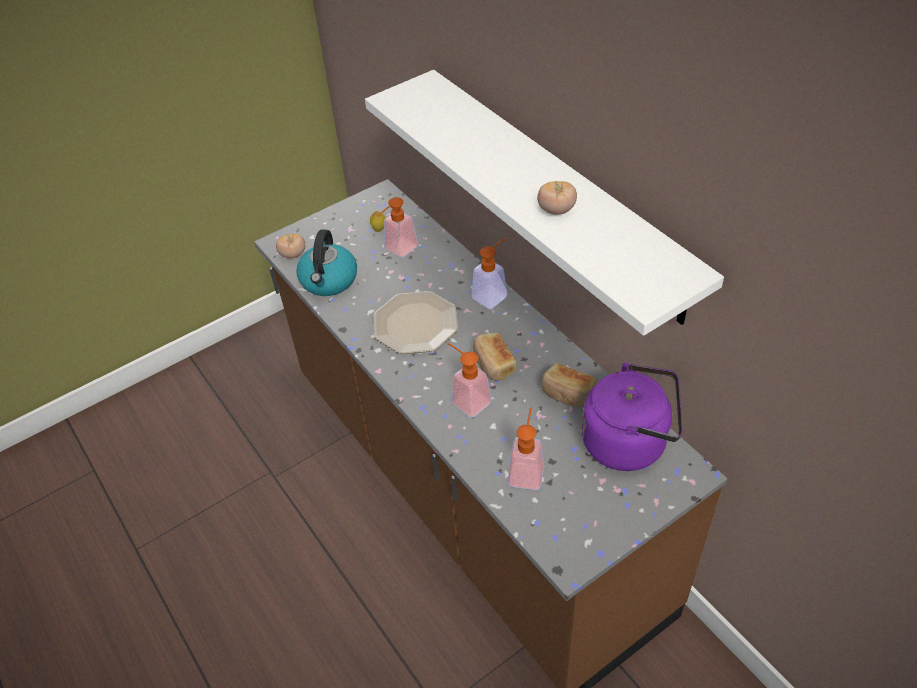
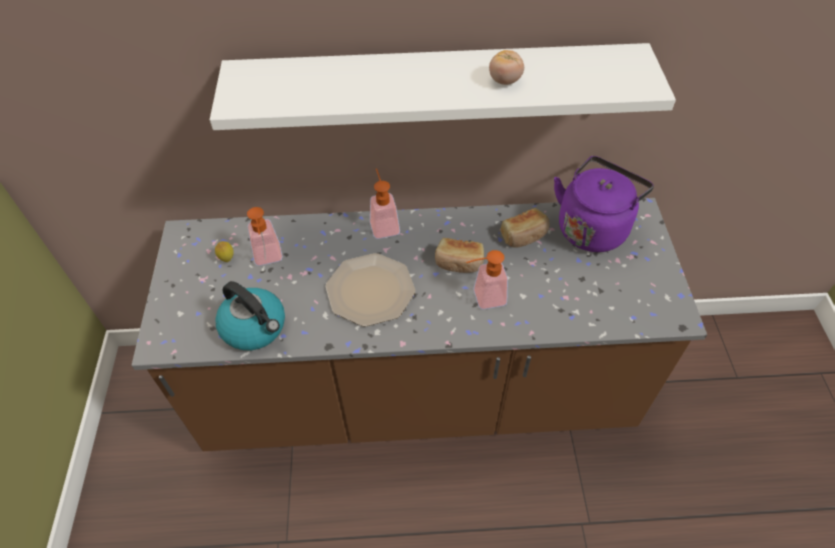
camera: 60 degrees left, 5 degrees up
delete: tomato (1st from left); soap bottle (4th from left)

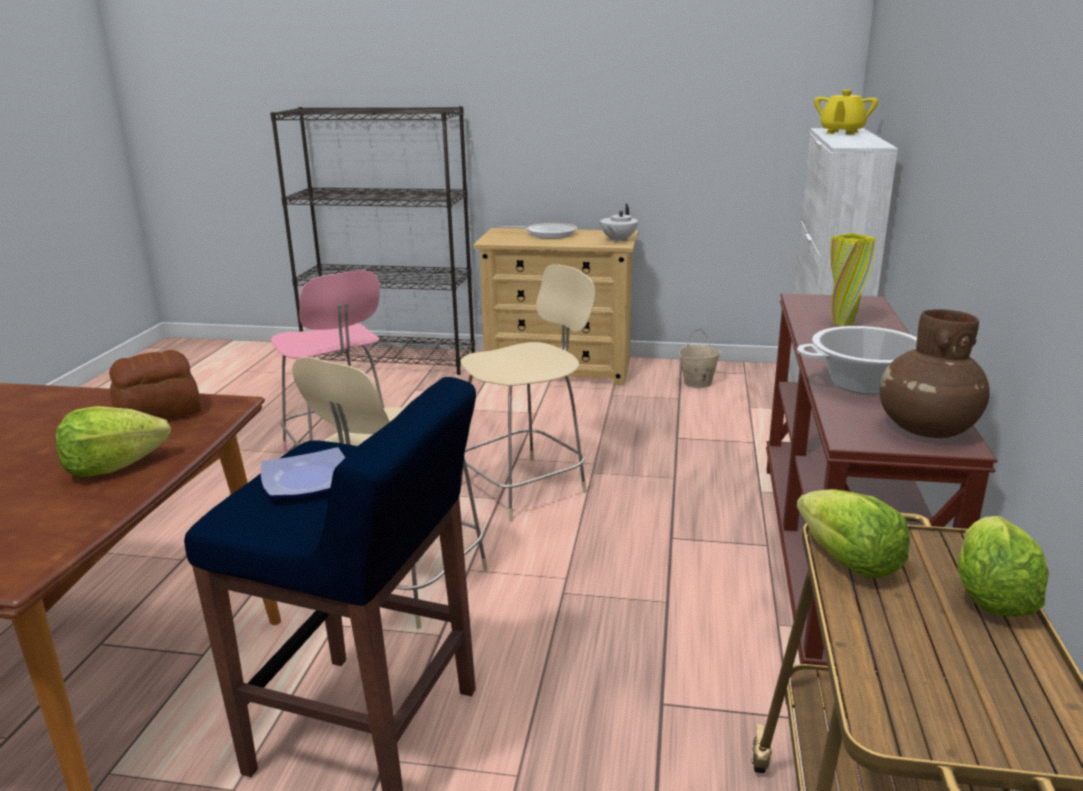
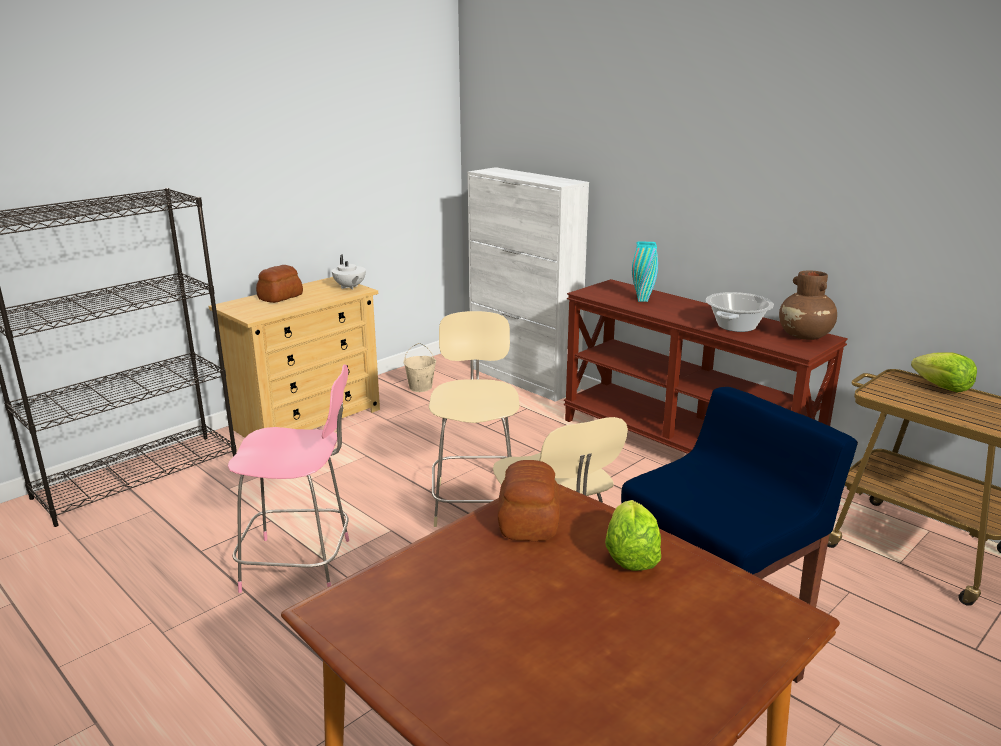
camera: 55 degrees left, 0 degrees up
delete: dinner plate; lettuce (2nd from left); yellow-coloured tea pot
replace: frying pan to baked bread (1st from left)
recolor: yellow-coloured flower vase to turquoise-coloured flower vase

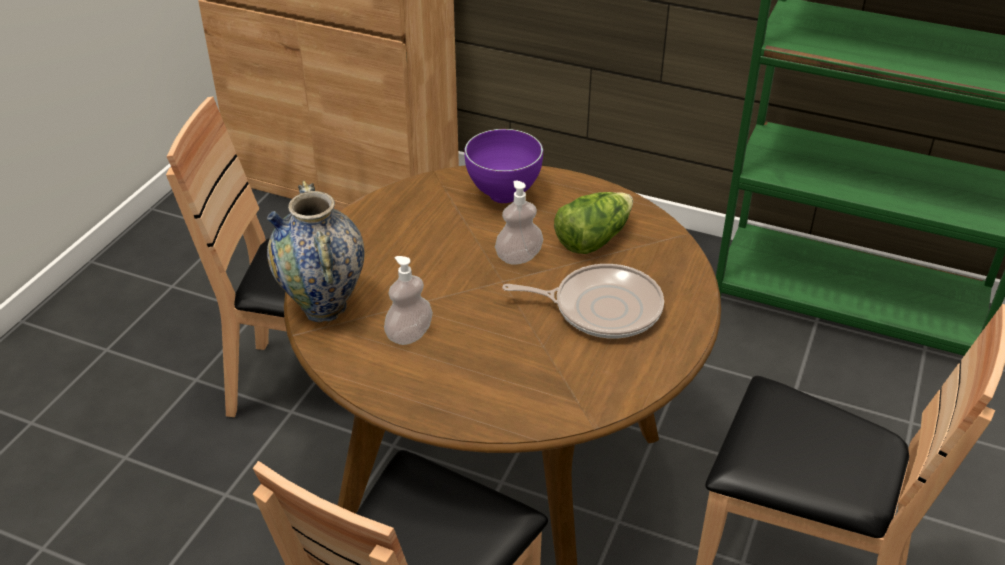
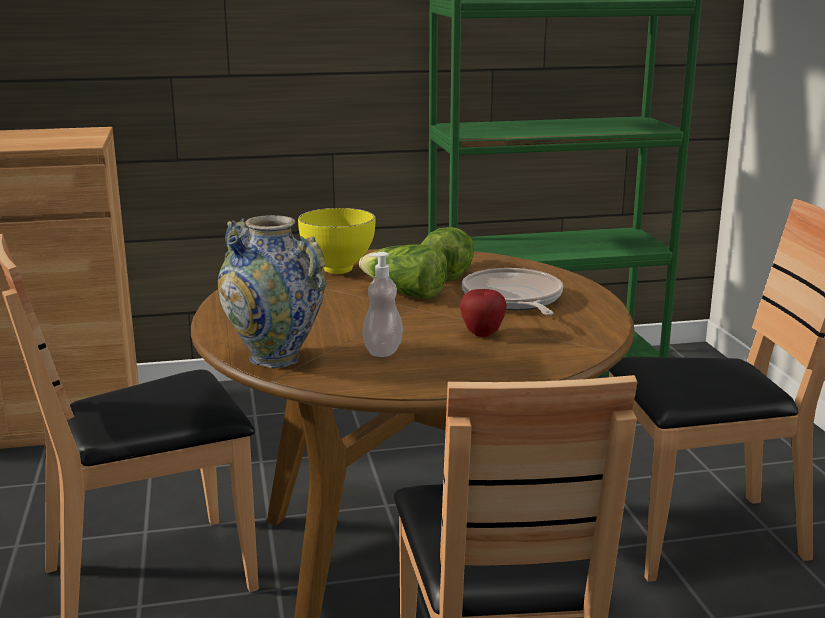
camera: 35 degrees left, 20 degrees down
insert: apple fruit
replace: soap bottle (2nd from left) to lettuce (1st from left)
recolor: purple serving bowl to yellow-coloured serving bowl
rotate: frying pan 75 degrees counterclockwise

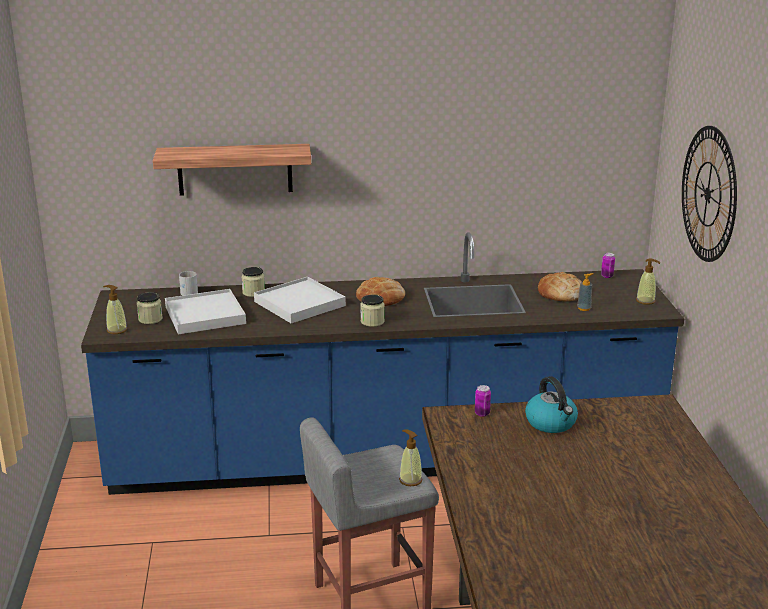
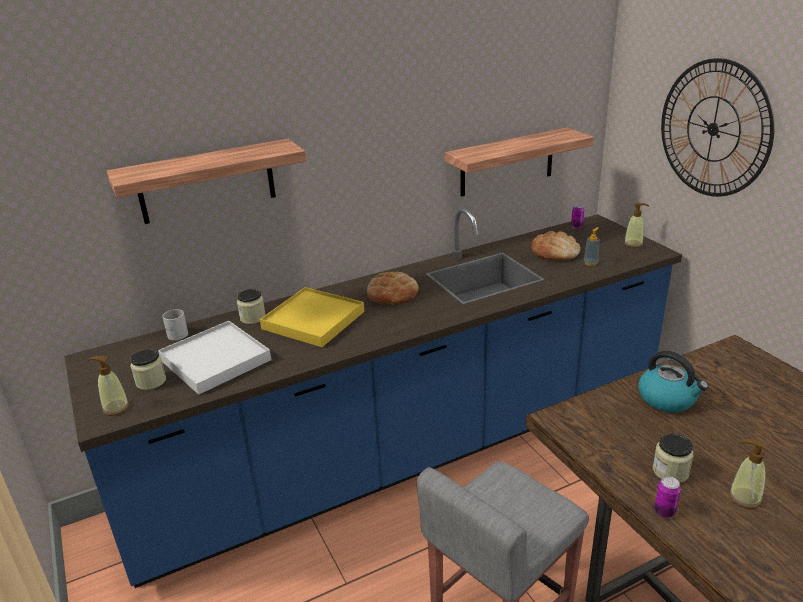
camera: 20 degrees left, 5 degrees up
insert: wall shelf (2nd from left)
move: storage jar (3rd from left); metal can (1st from left in the first image) to metal can (2nd from left); soap bottle (2nd from left in the first image) to soap bottle (4th from left)
recolor: white-coloured serving tray (2nd from left) to yellow-coloured serving tray

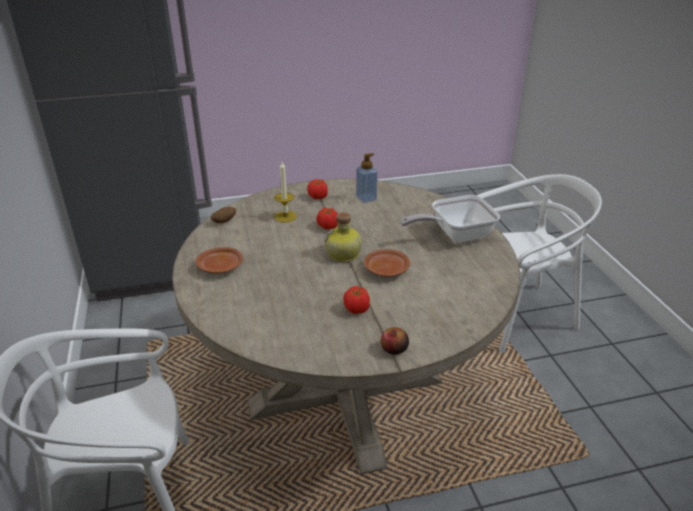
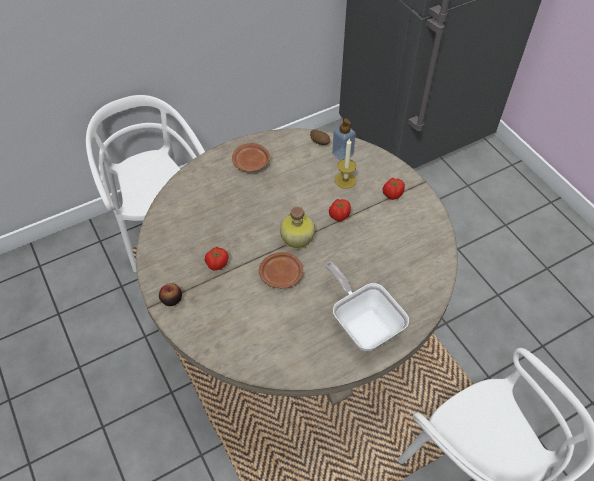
camera: 75 degrees right, 20 degrees up
move: soap bottle

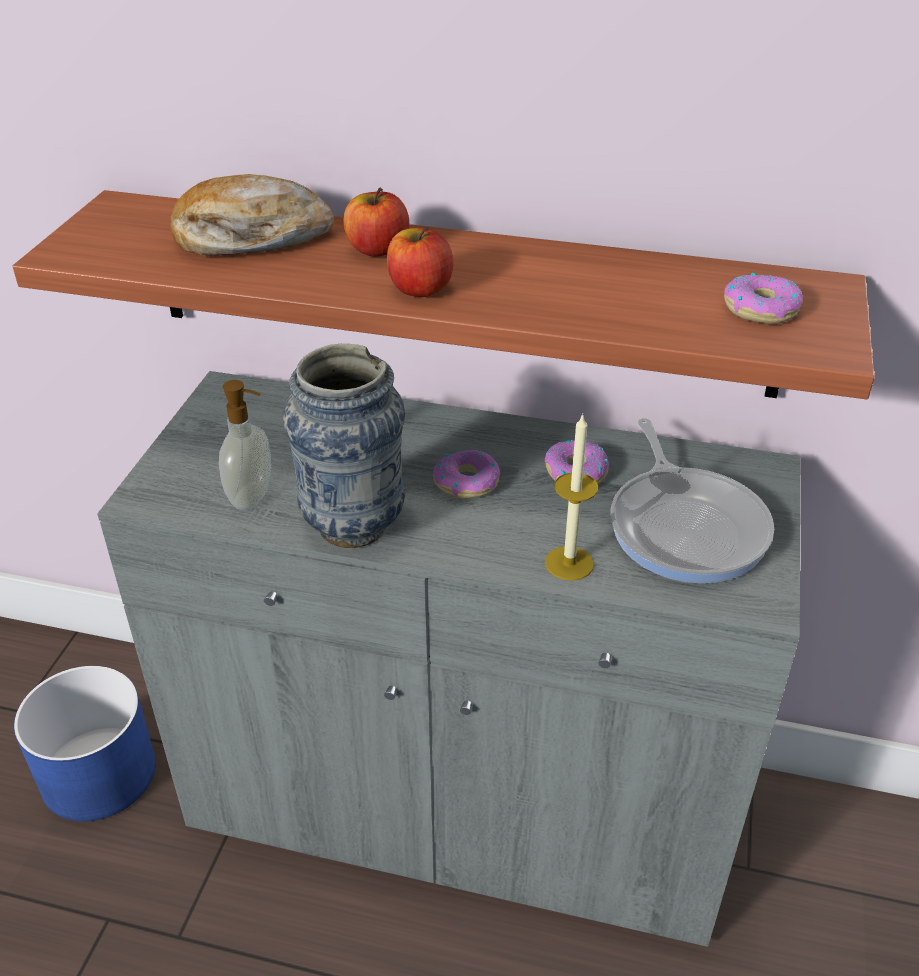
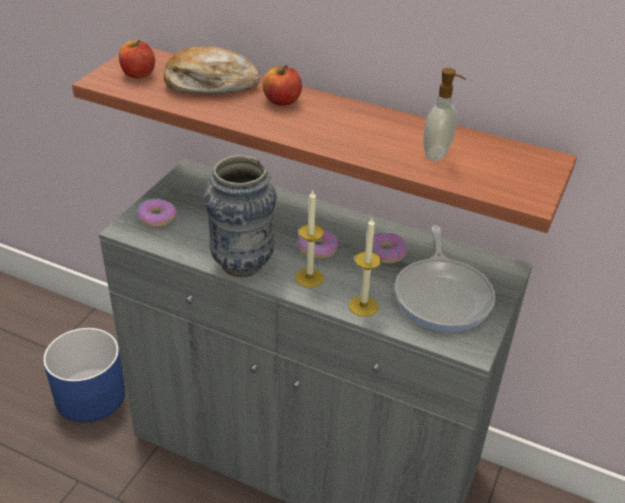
camera: 10 degrees right, 0 degrees up
insert: wax light (1st from left)
move: apple fruit (2nd from left in the first image) to apple fruit (1st from left); donut (3rd from left in the first image) to donut (1st from left); soap bottle

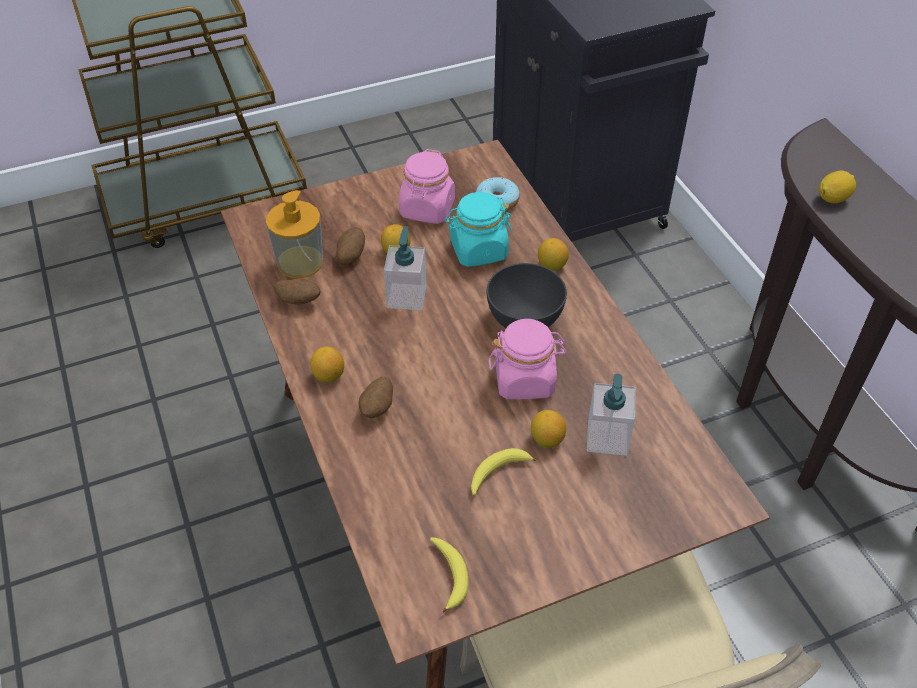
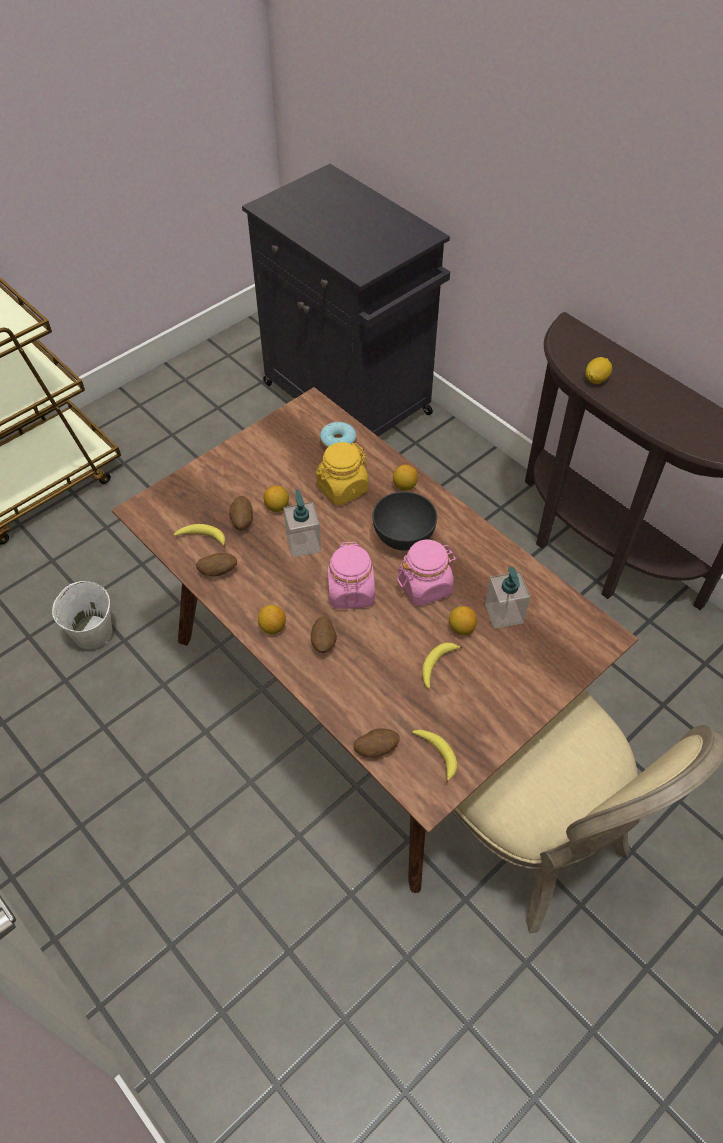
camera: 20 degrees left, 5 degrees up
insert: white-coloured bucket; spud (4th from left)
move: pink storage jar (1st from left)
replace: soap bottle (1st from left) to banana (1st from left)
recolor: turquoise-coloured storage jar to yellow-coloured storage jar

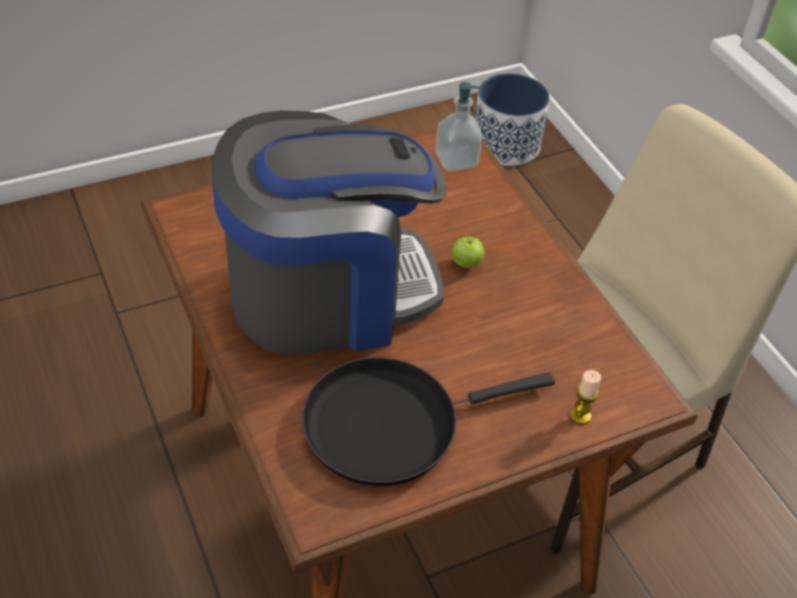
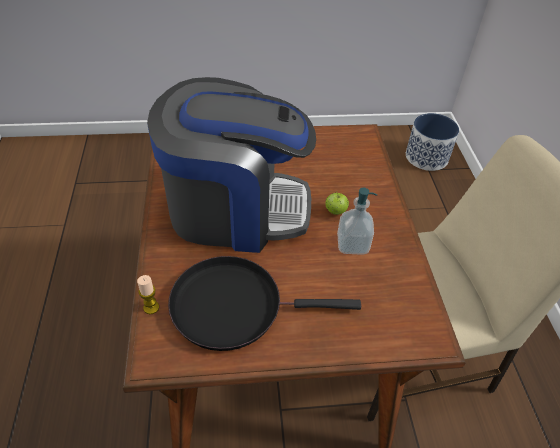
camera: 20 degrees right, 0 degrees up
move: wax light; soap bottle

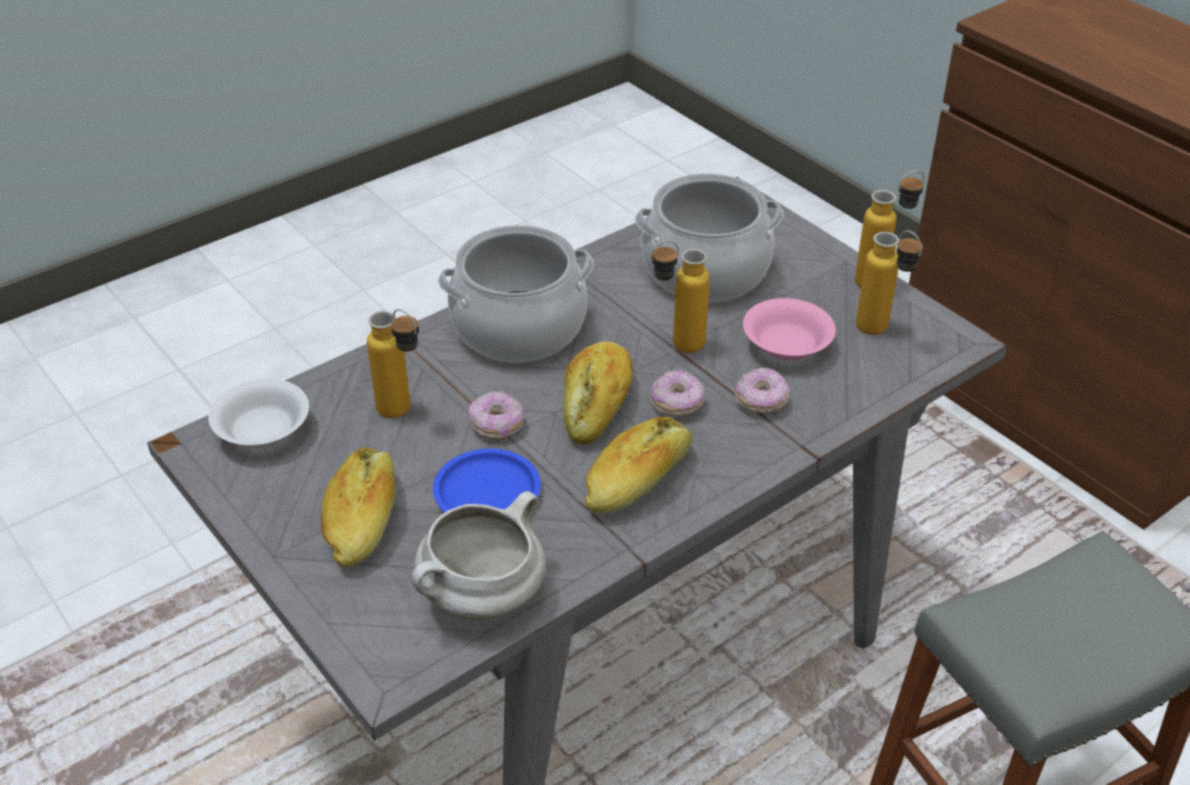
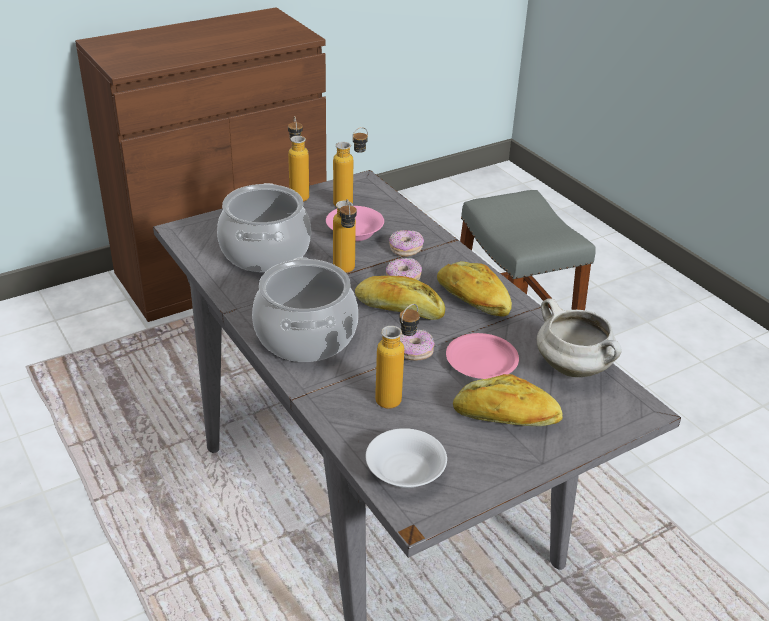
camera: 85 degrees left, 5 degrees down
recolor: blue dinner plate to pink dinner plate

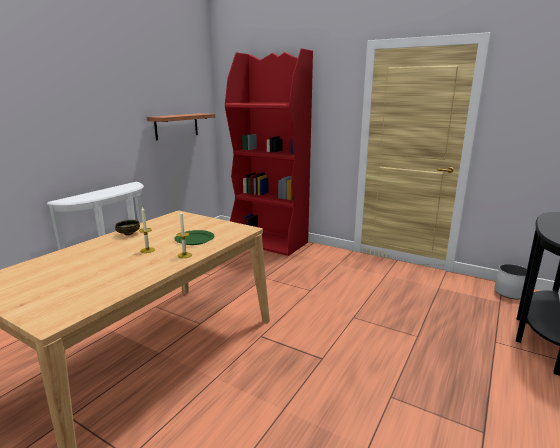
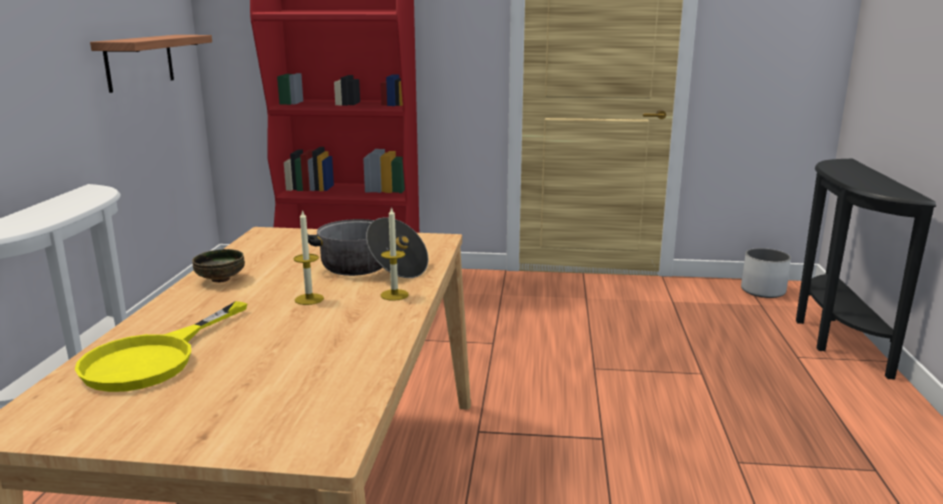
camera: 25 degrees left, 0 degrees up
insert: yellow-coloured frying pan
replace: green-coloured dinner plate to saucepot

